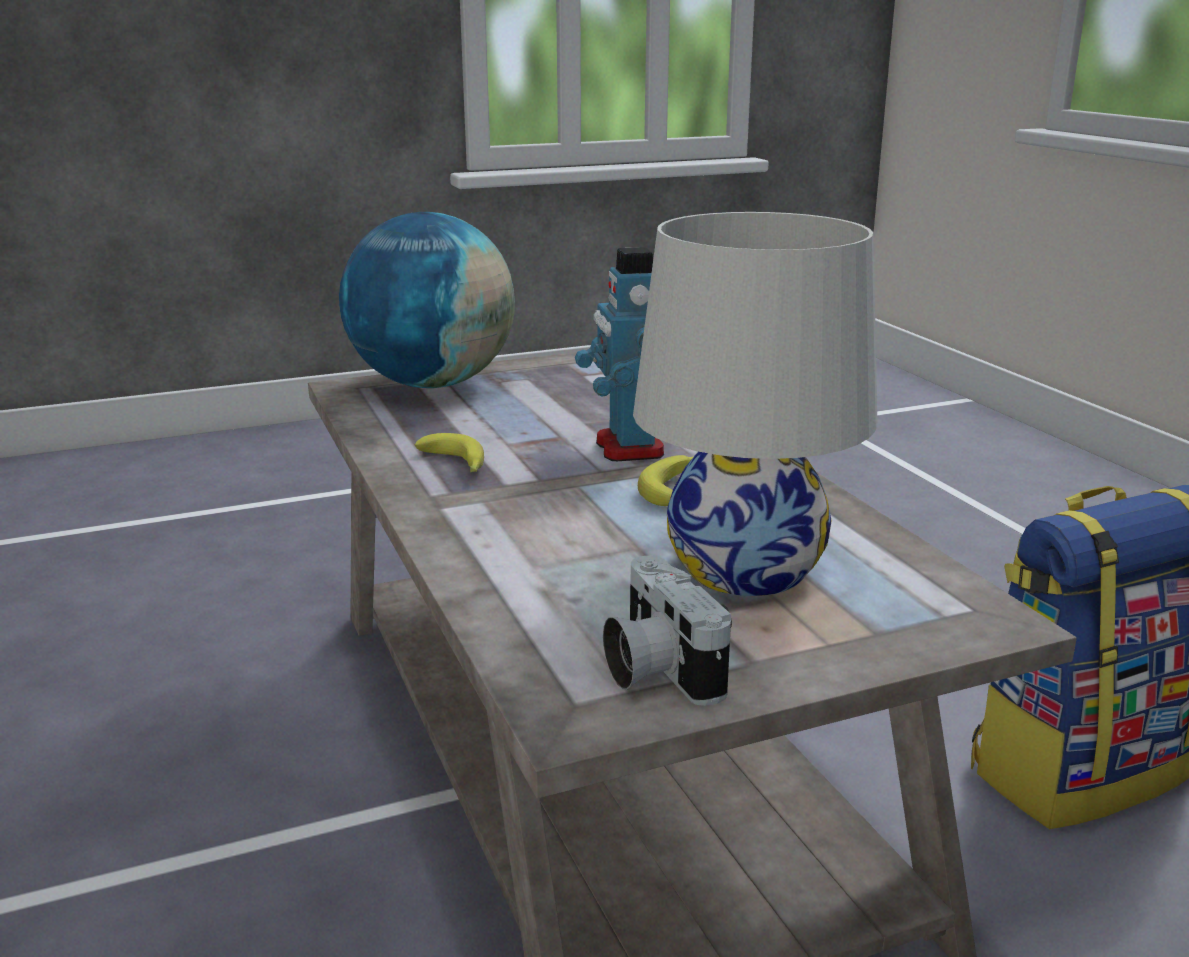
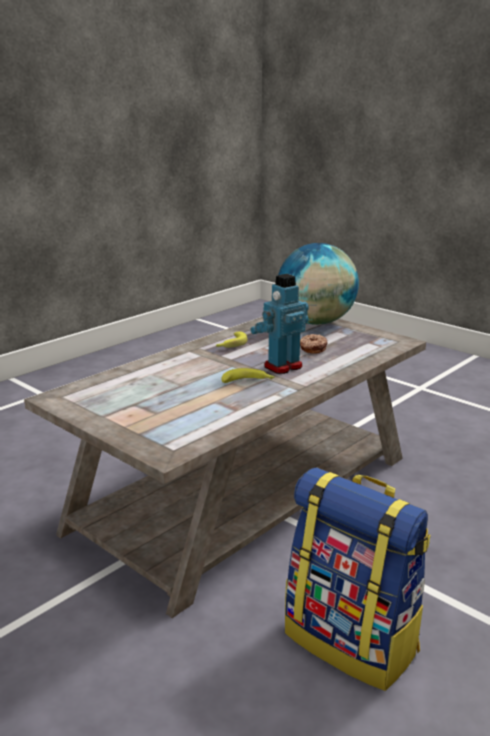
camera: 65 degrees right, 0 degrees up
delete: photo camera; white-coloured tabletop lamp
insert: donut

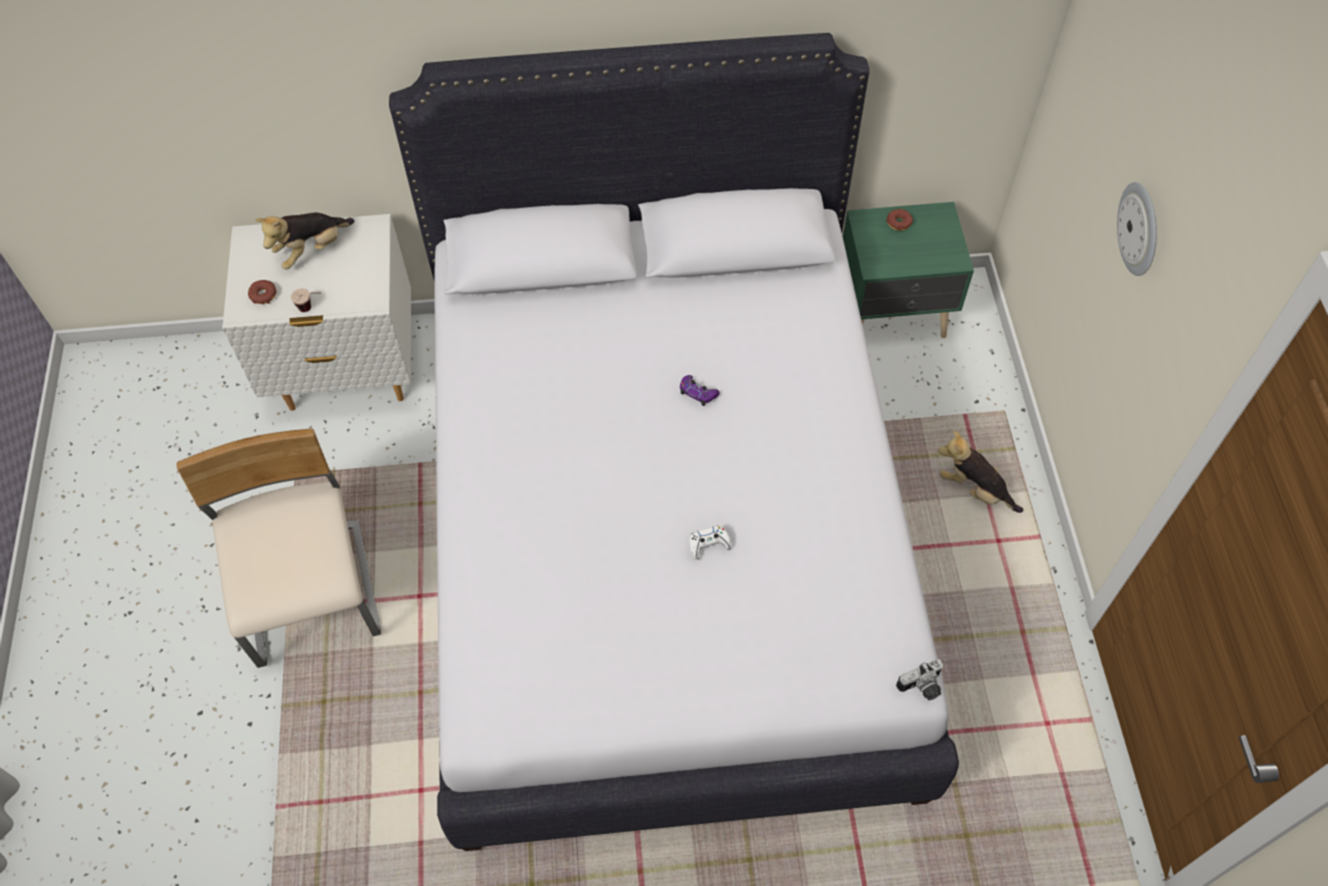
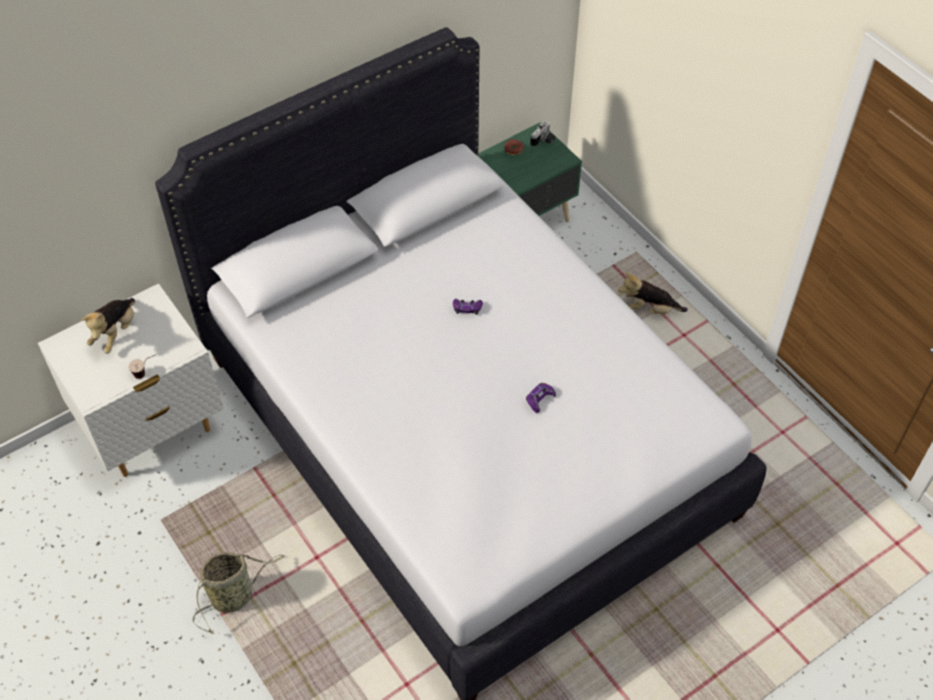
camera: 30 degrees left, 5 degrees down
delete: donut (1st from left); wall clock
move: photo camera
replace: beige-coloured chair to storage basket
recolor: white-coloured gamepad to purple gamepad (2nd from left)

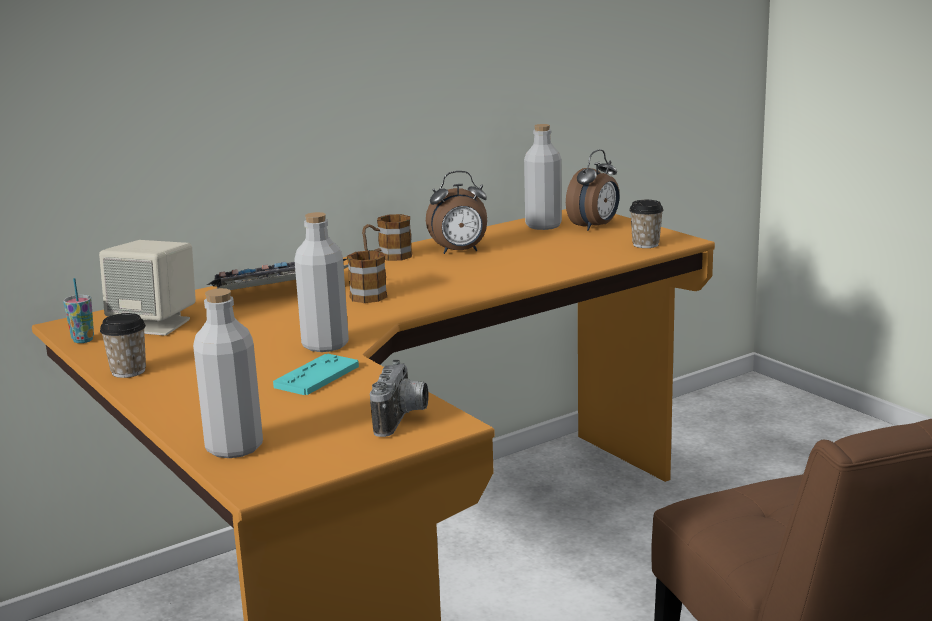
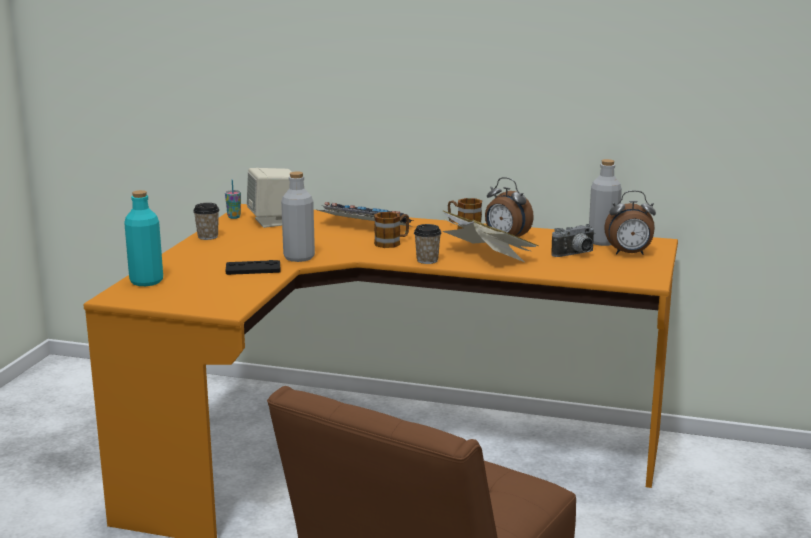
camera: 50 degrees right, 0 degrees up
insert: volume
move: drinking cup (3rd from left); photo camera
recolor: grey bottle (1st from left) to turquoise-coloured bottle; turquoise-coloured gamepad to black gamepad

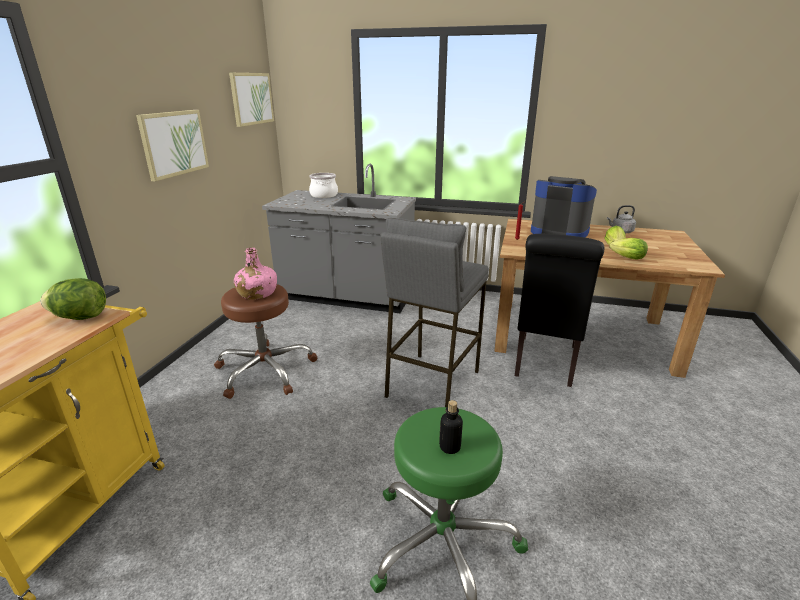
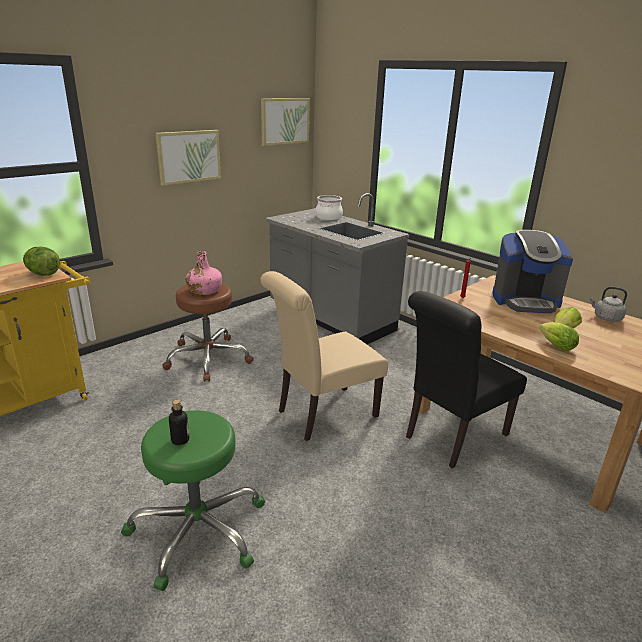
camera: 30 degrees right, 0 degrees up
replace: grey stool to beige-coloured chair
rotate: coffee machine 120 degrees clockwise

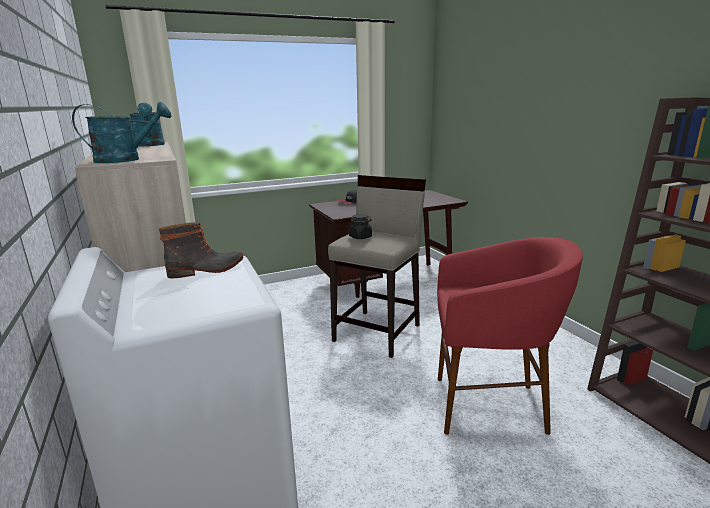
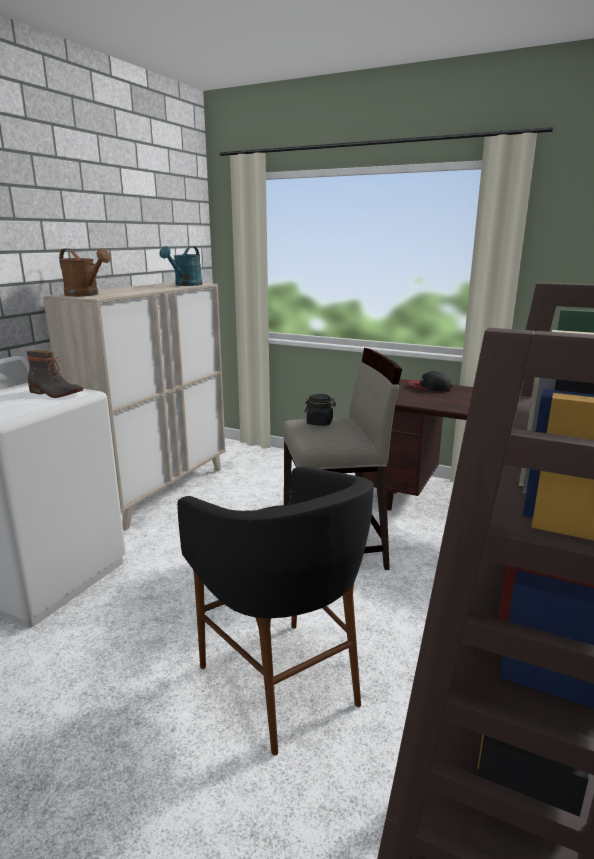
camera: 50 degrees right, 0 degrees up
recolor: turquoise-coloured watering can (1st from left) to brown-coloured watering can; red stool to black stool

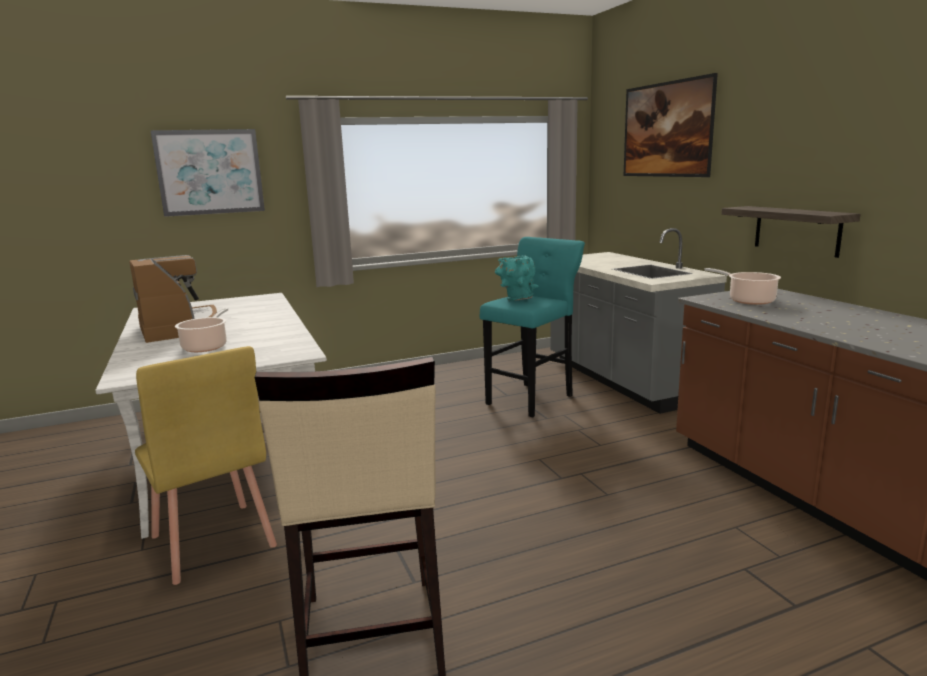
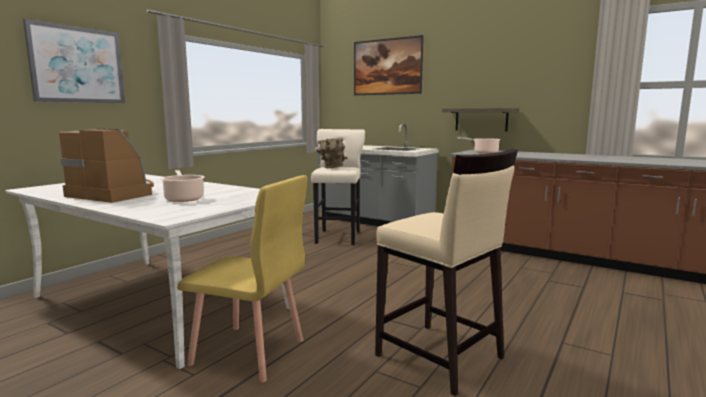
camera: 35 degrees left, 5 degrees down
recolor: turquoise-coloured stool to beige-coloured stool (1st from left); turquoise-coloured flower vase to brown-coloured flower vase

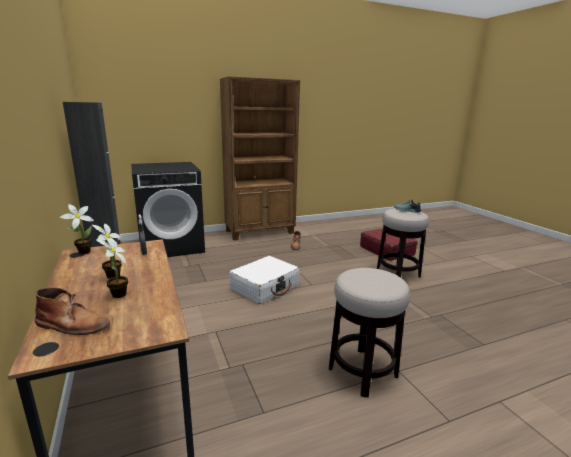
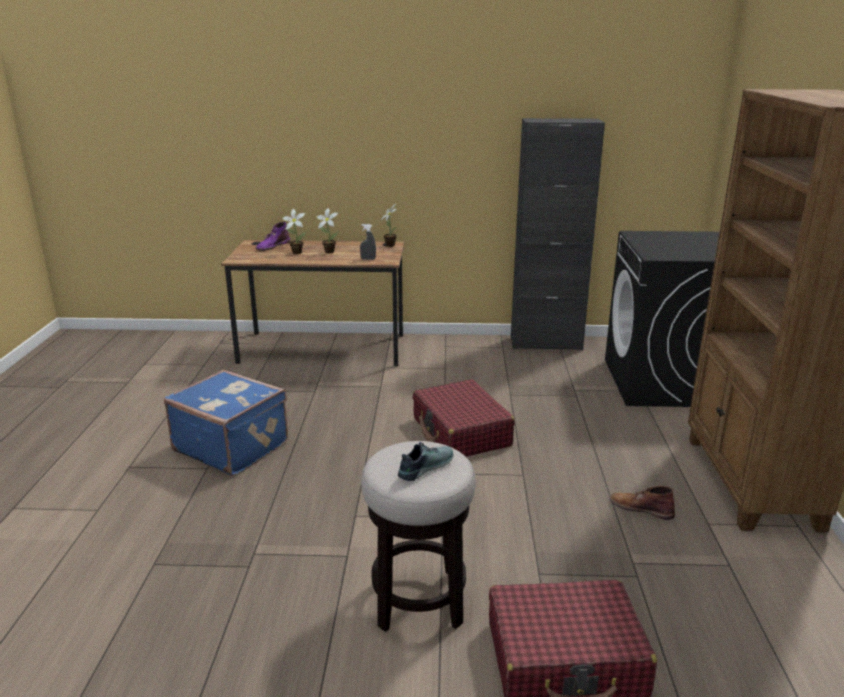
camera: 115 degrees right, 5 degrees up
replace: stool (1st from left) to blue travel case
recolor: brown-coloured tall boot (1st from left) to purple tall boot; white-coloured travel case to red travel case (1st from left)

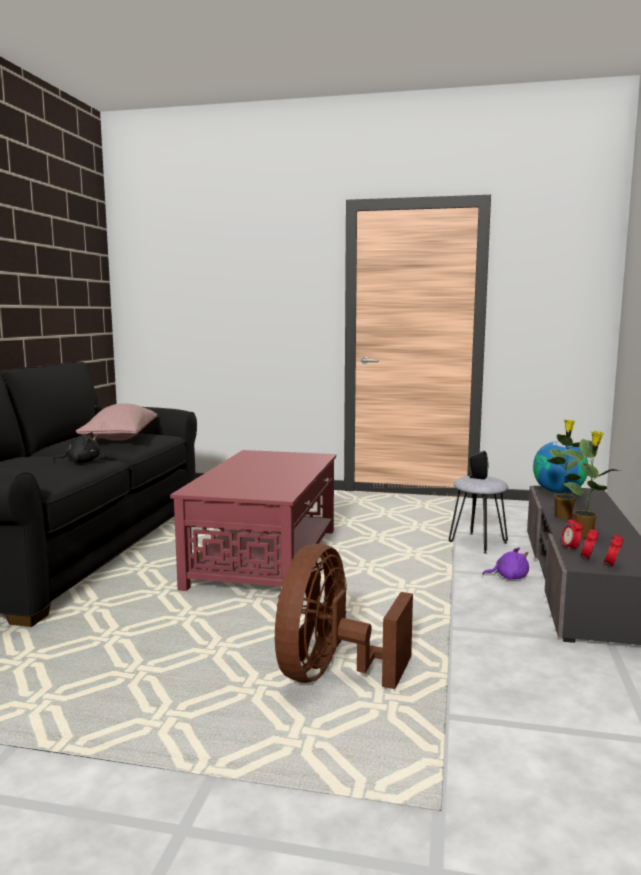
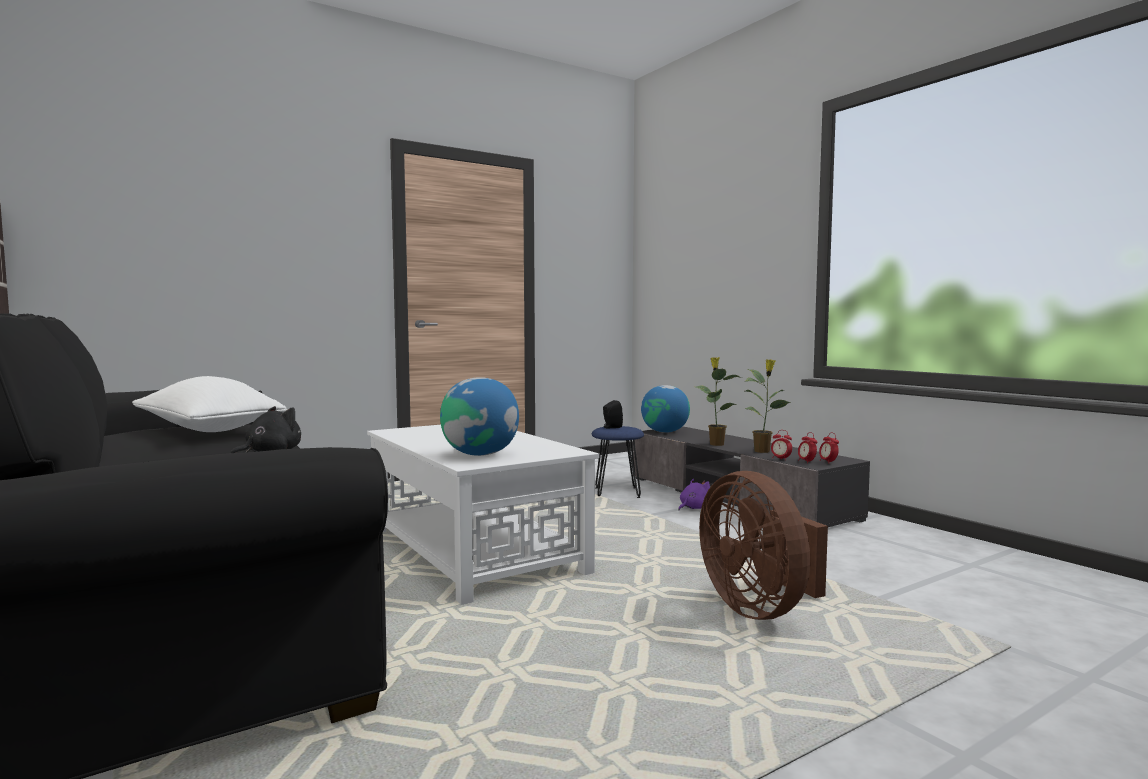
camera: 45 degrees left, 5 degrees down
insert: globe (1st from left)
recolor: pink cushion to white-coloured cushion; red low table to white-coloured low table; grey stool to blue stool

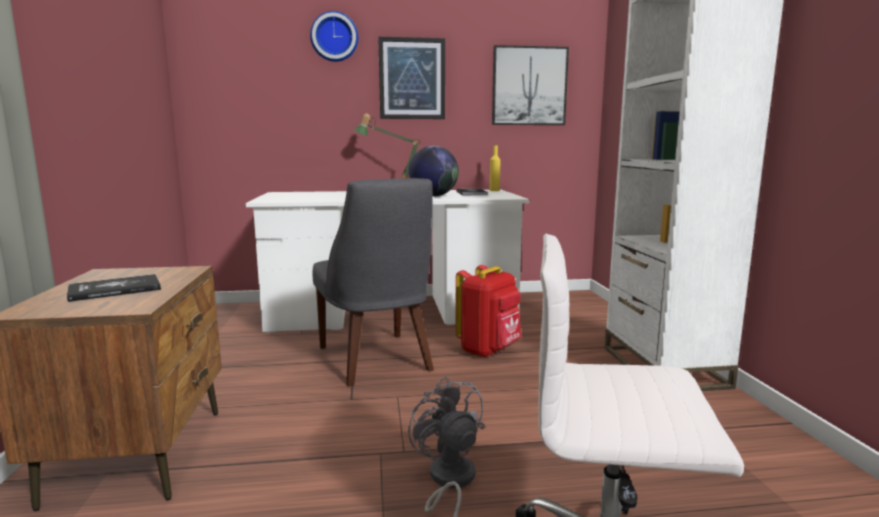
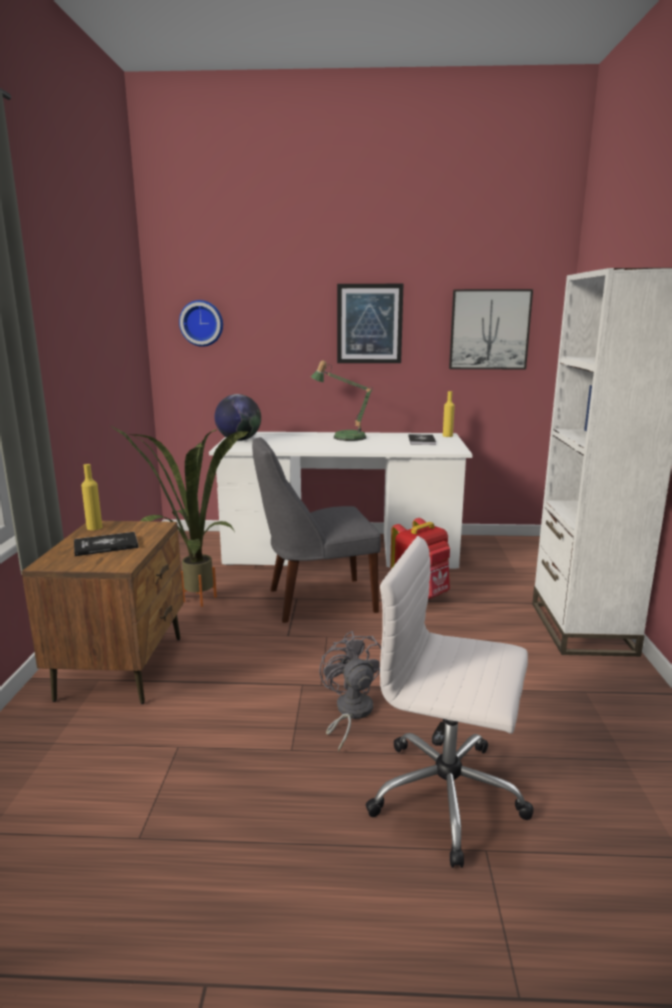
camera: 10 degrees right, 5 degrees up
insert: yellow-coloured bottle (1st from left); potted plant
move: wall clock; globe
rotate: grey chair 90 degrees clockwise

